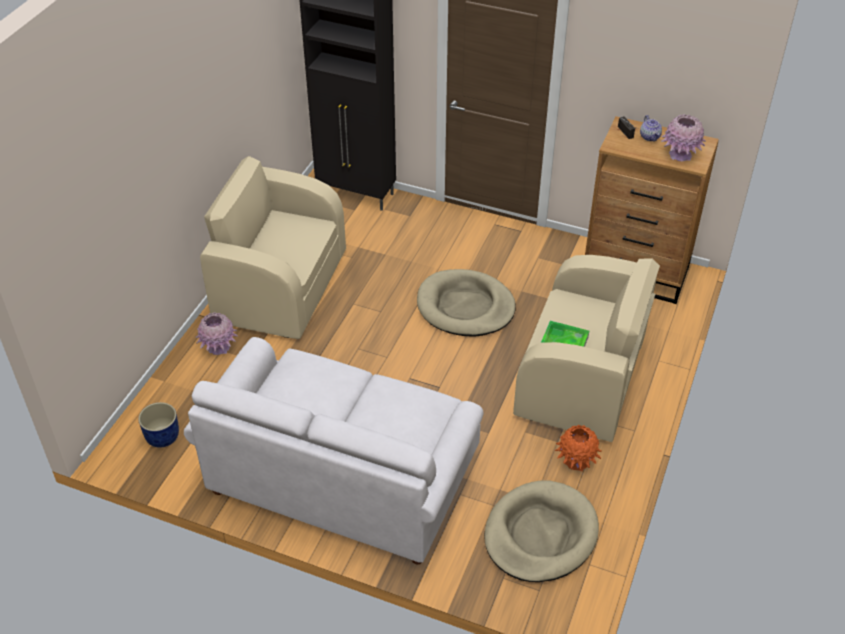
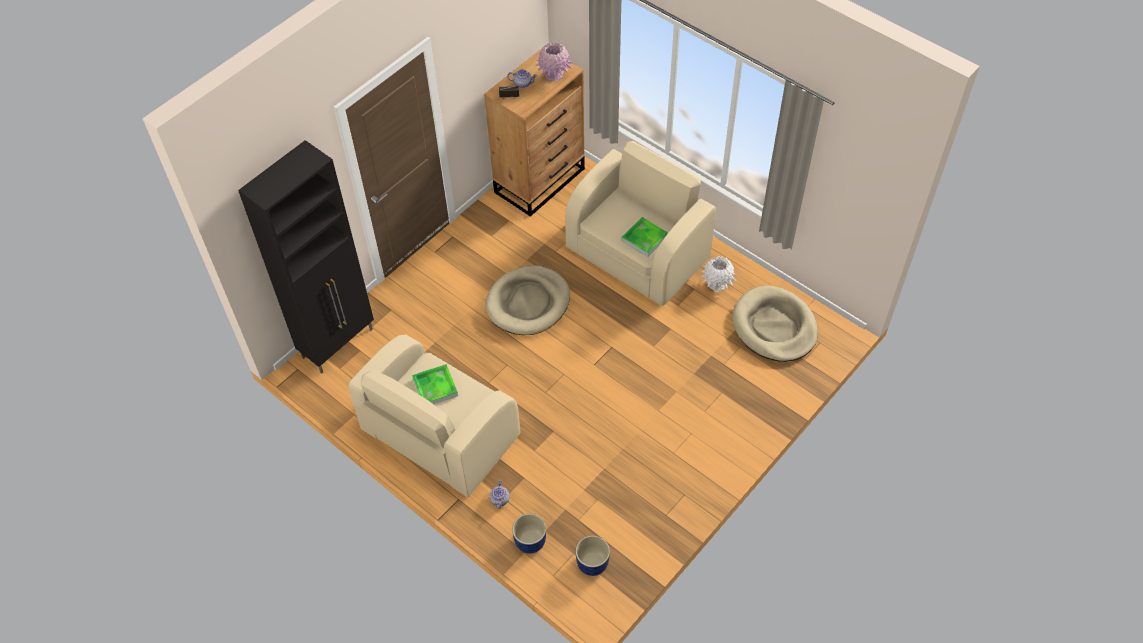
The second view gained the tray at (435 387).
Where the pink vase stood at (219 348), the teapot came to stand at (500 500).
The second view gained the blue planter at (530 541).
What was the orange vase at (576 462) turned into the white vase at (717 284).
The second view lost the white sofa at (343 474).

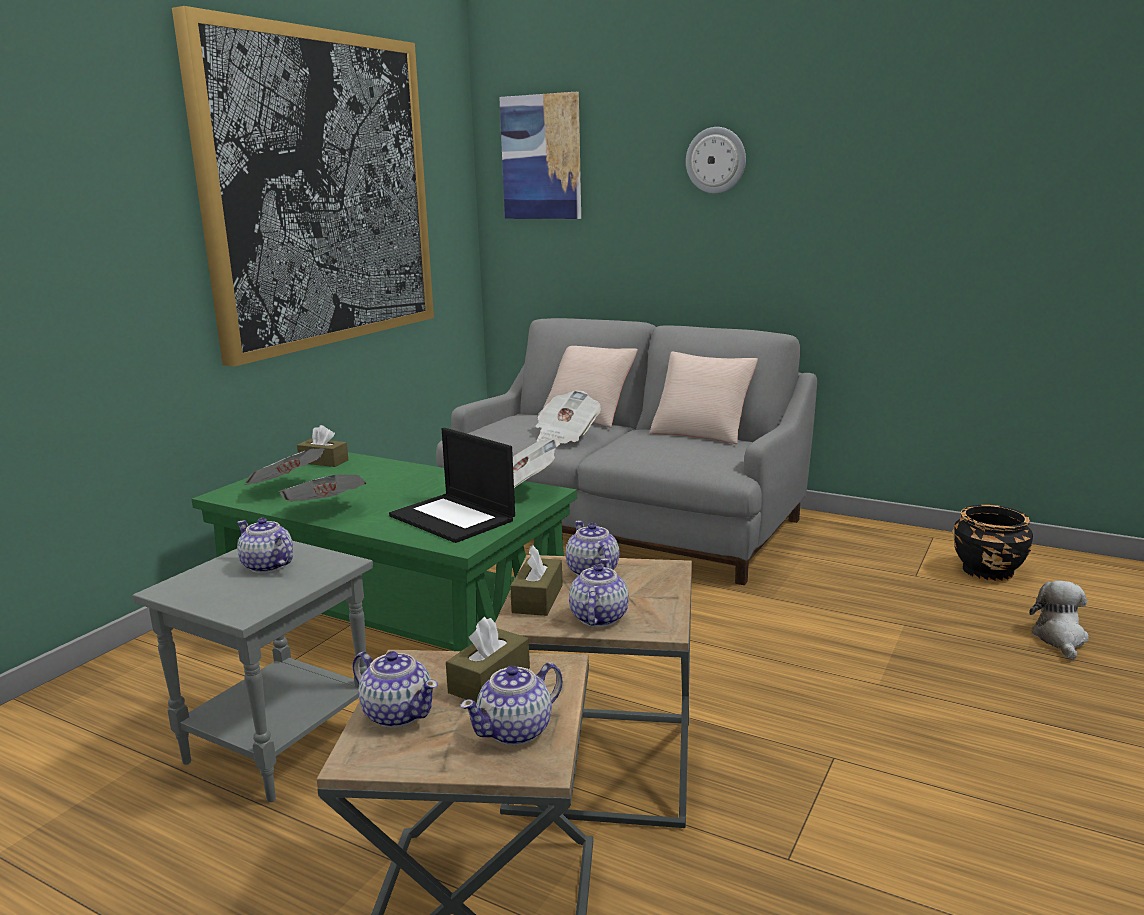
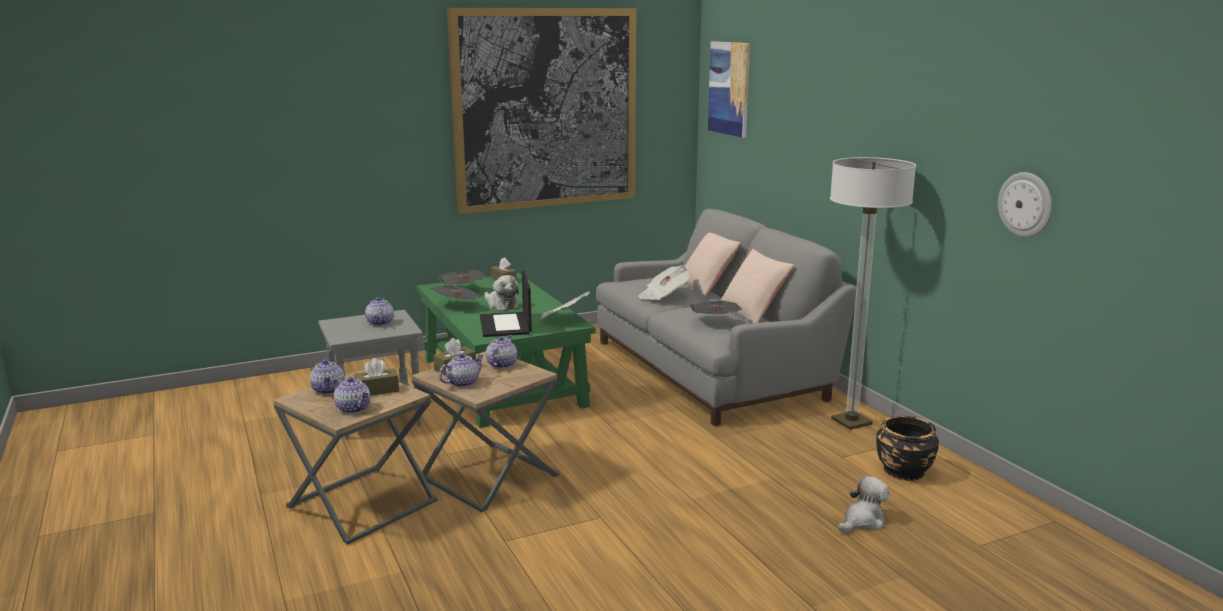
The teapot at (516 731) ended up facing another way, 135 degrees counterclockwise from before.
The second view gained the plush toy at (501 305).
The second view gained the newspaper at (715 322).
The second view gained the floor lamp at (851 422).
The wall clock ended up elsewhere, having gone from (716 160) to (1026 204).

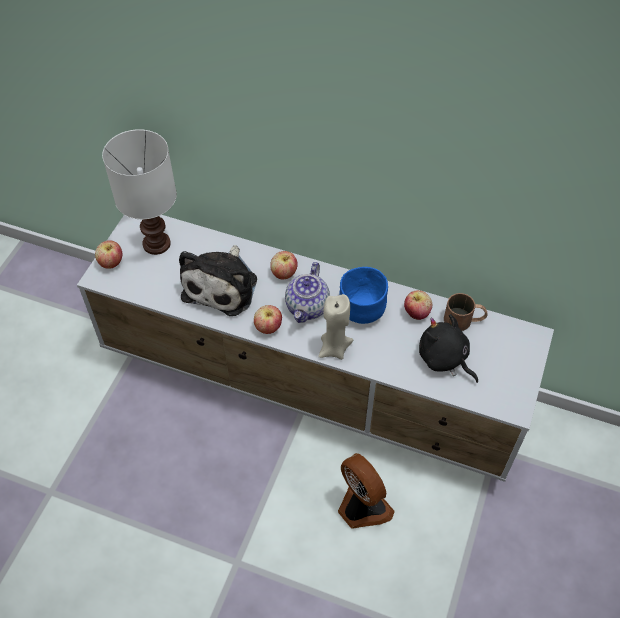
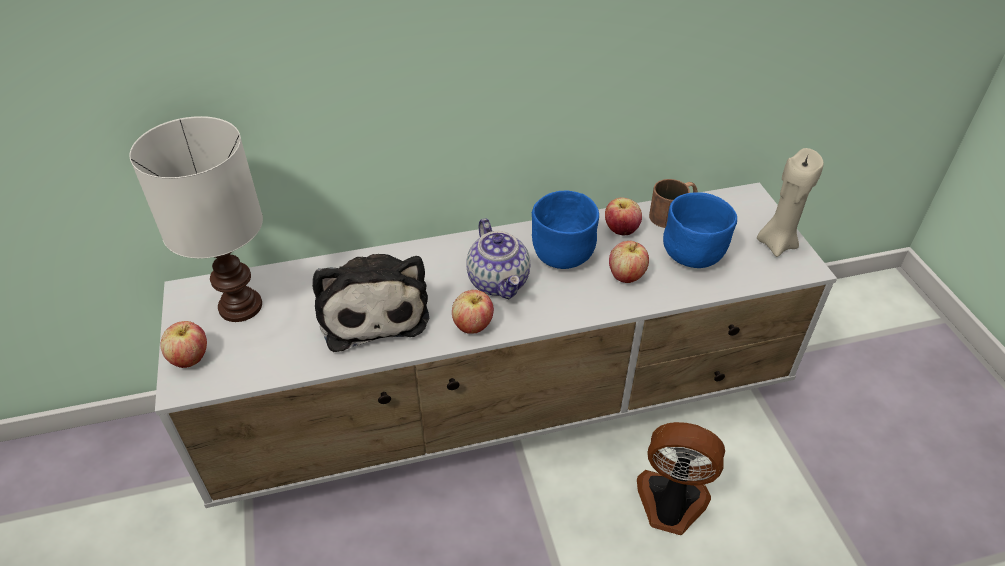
The apple ended up elsewhere, having gone from (284 274) to (626 276).
Where the black plush toy stood at (444 359), the blue bowl came to stand at (693 258).
The beige candle ended up elsewhere, having gone from (334 348) to (776 243).

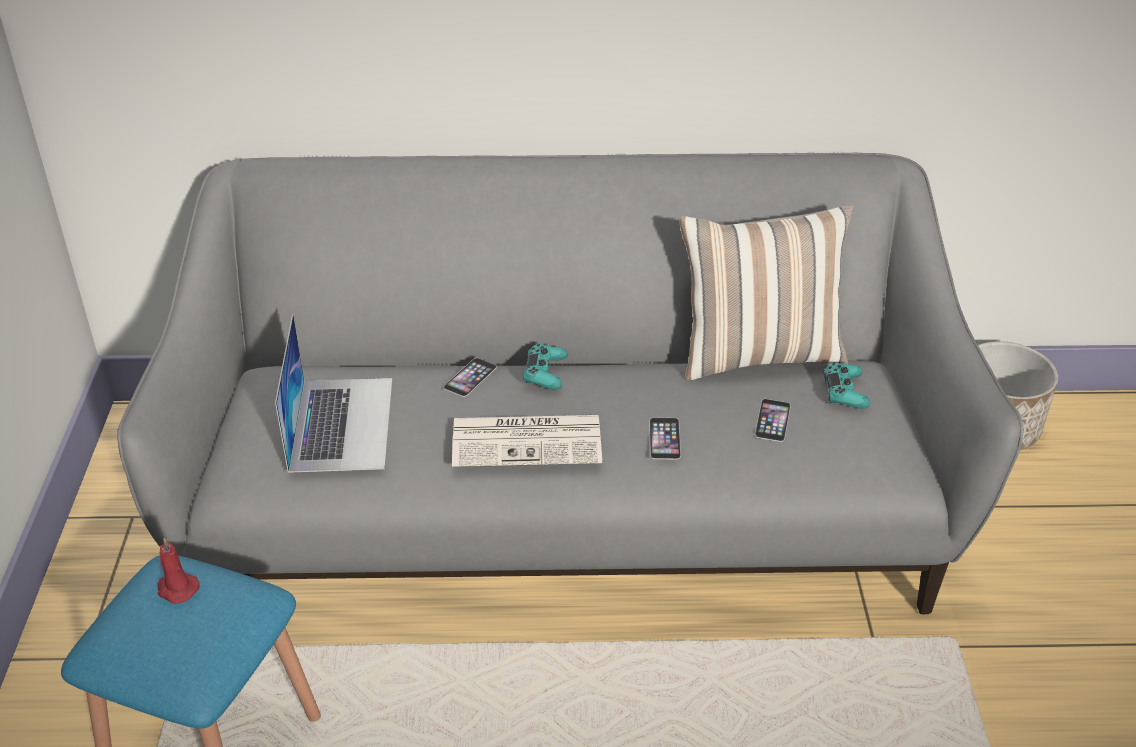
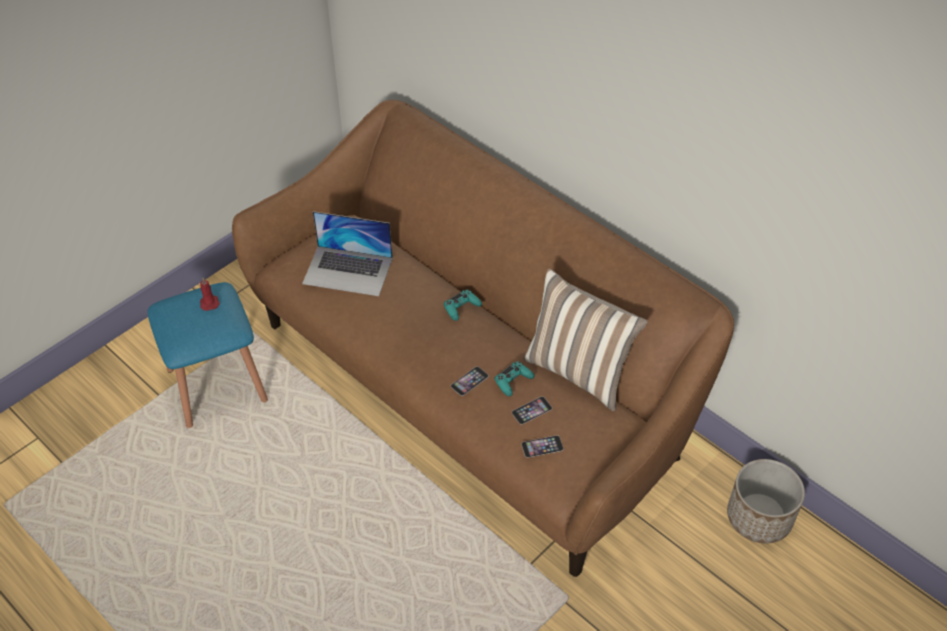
What was the grey sofa at (568 510) turned into the brown sofa at (473 388).
The laptop at (341 423) ended up facing another way, 60 degrees clockwise from before.
The turquoise game controller ended up elsewhere, having gone from (845 392) to (513 381).
The phone ended up elsewhere, having gone from (470 377) to (542 446).
The second view lost the newspaper at (529 441).

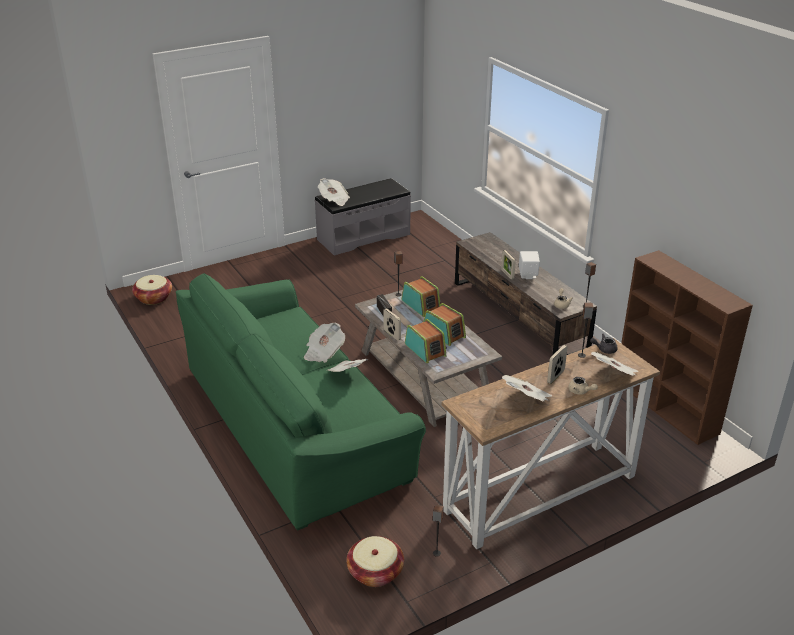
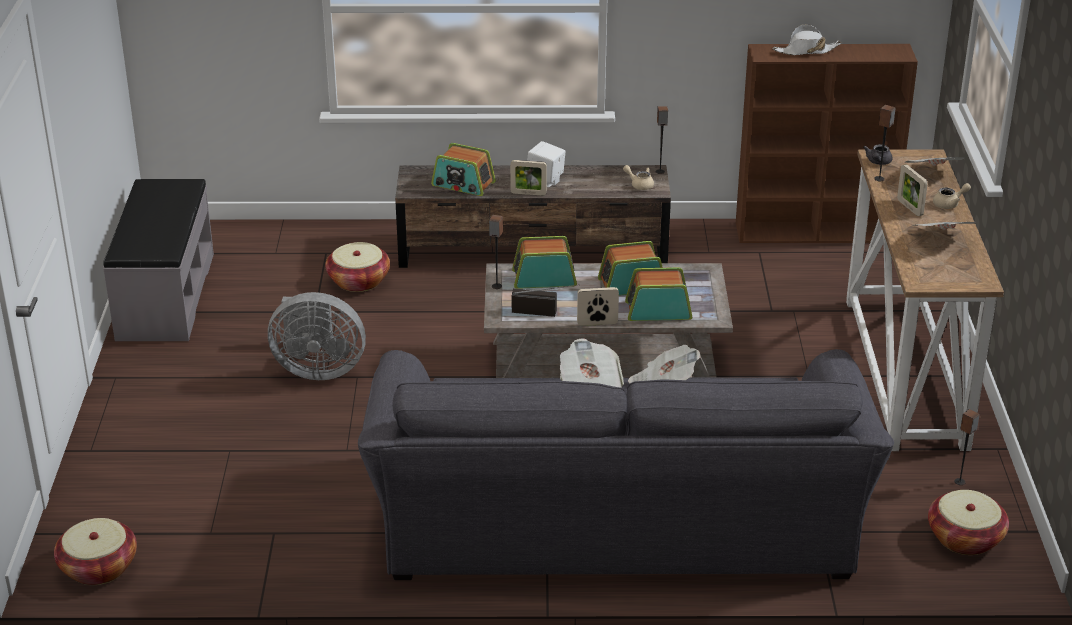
The second view gained the grey fan at (318 369).
The second view gained the basket at (359 281).
What was the green sofa at (295 424) turned into the grey sofa at (617 514).
The second view gained the radio at (463 184).
The second view gained the white hat at (806 51).
The second view lost the newspaper at (334 200).

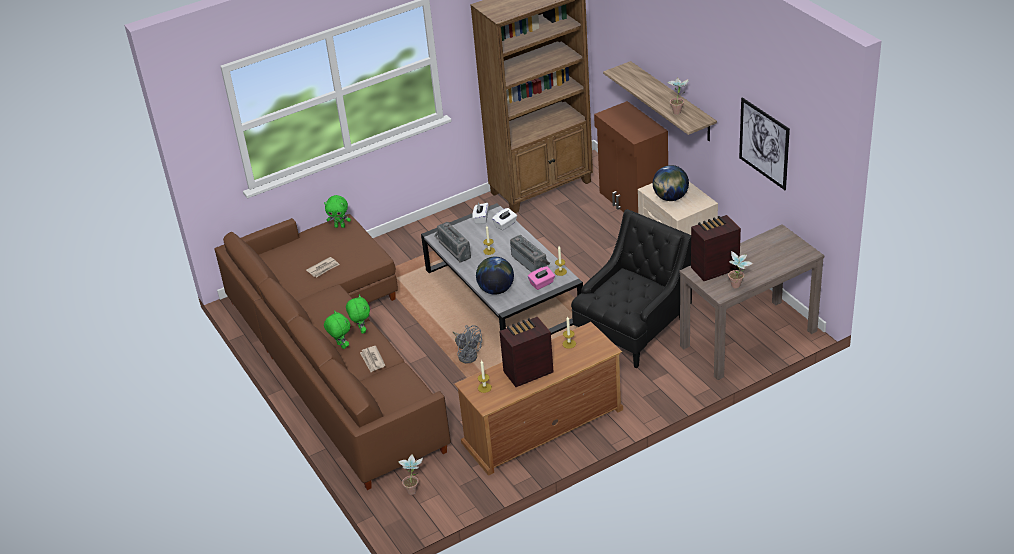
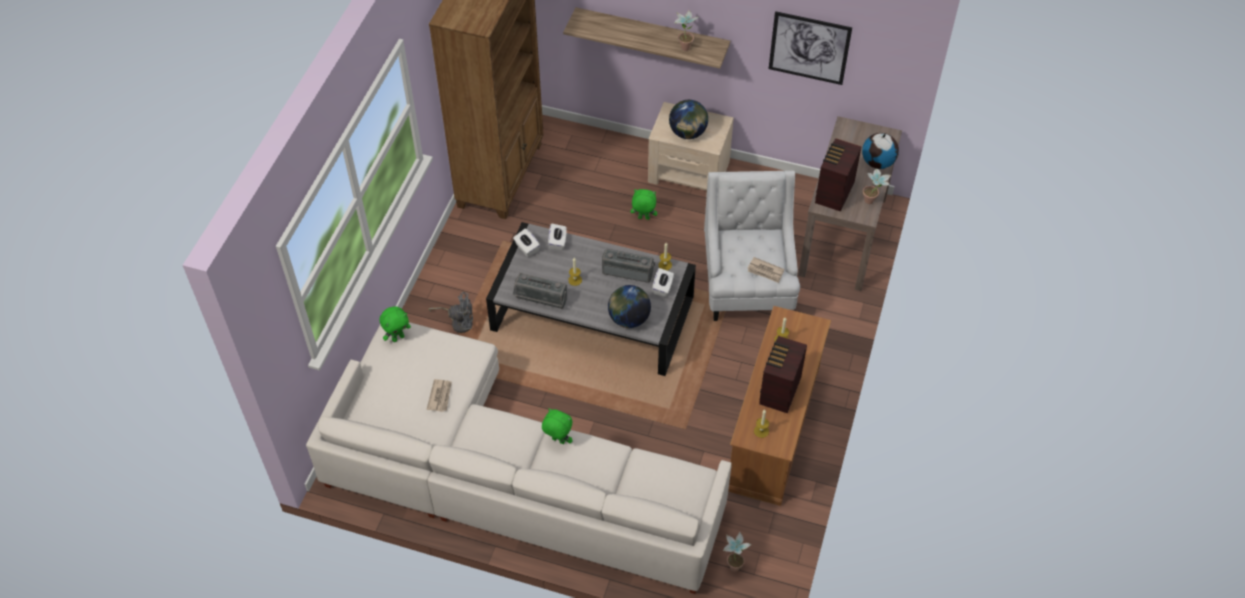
What was the brown sofa at (335 355) turned into the white sofa at (506 477).
The grey fan ended up elsewhere, having gone from (467 354) to (459 322).
The green plush toy ended up elsewhere, having gone from (340 346) to (643 218).
What was the pink tissue box at (542 284) turned into the white tissue box at (663 288).
What was the black armchair at (632 333) turned into the white armchair at (747 286).
The newspaper ended up elsewhere, having gone from (372 360) to (765 271).
The second view gained the globe at (878 162).
The second view lost the brown cabinet at (632 202).

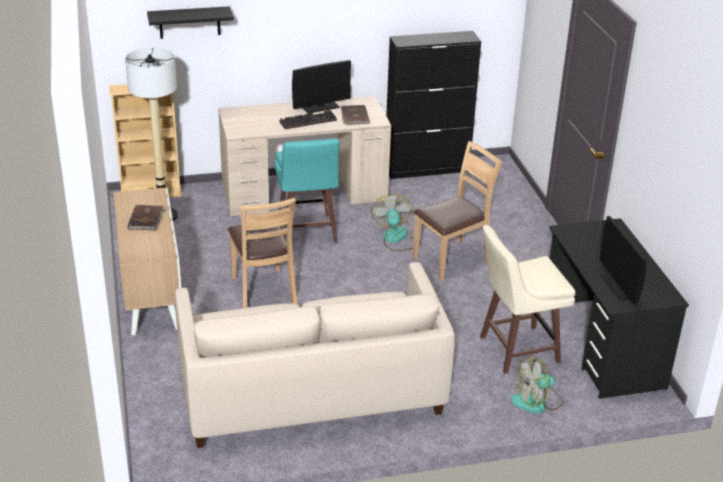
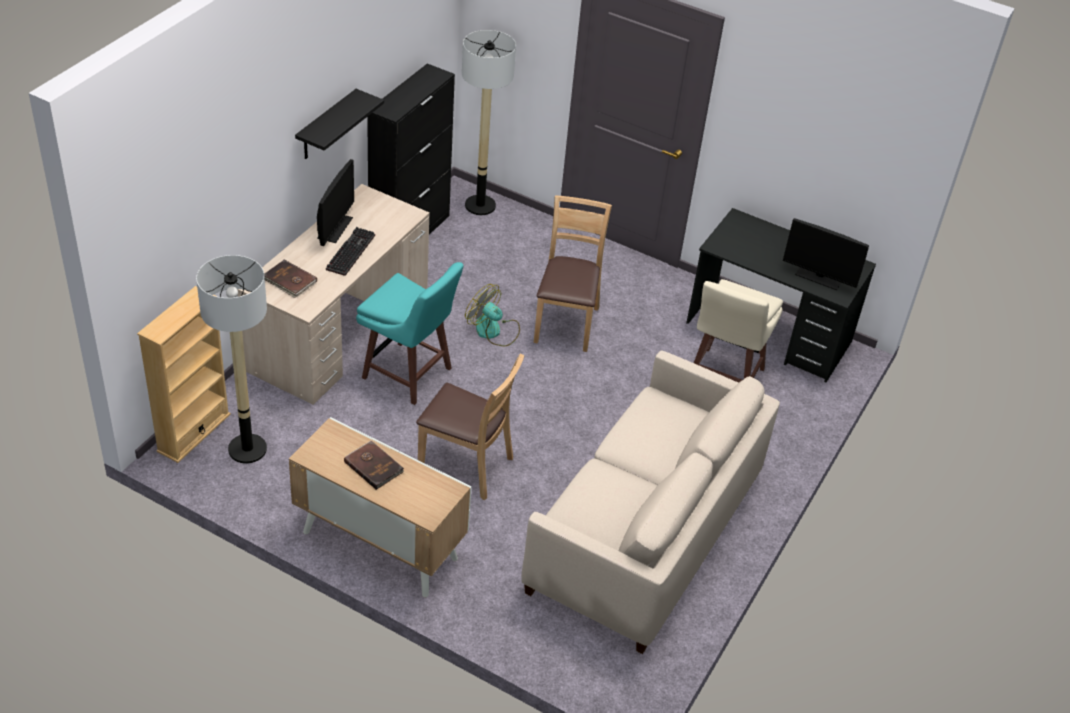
The brown book ended up elsewhere, having gone from (354 117) to (289 281).
The black shelf ended up elsewhere, having gone from (189 22) to (326 126).
The second view gained the floor lamp at (480 206).
The second view lost the fan at (537 402).

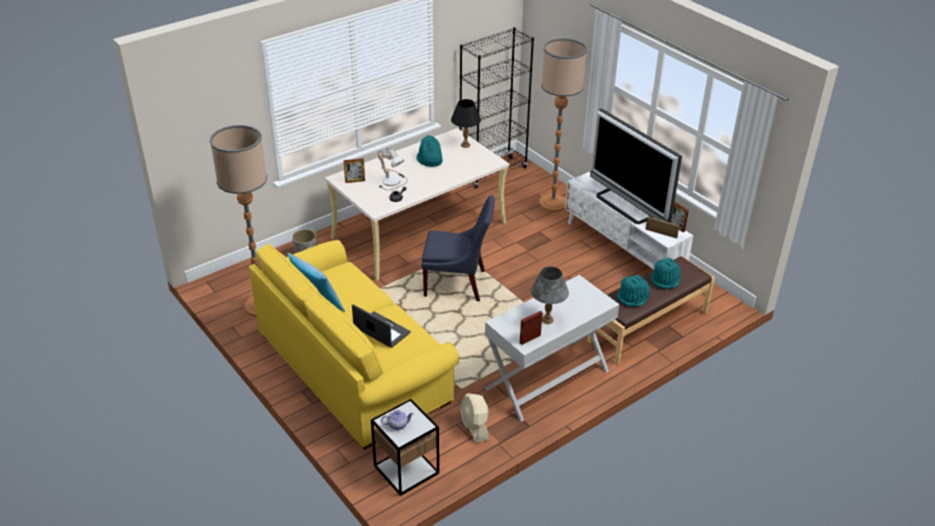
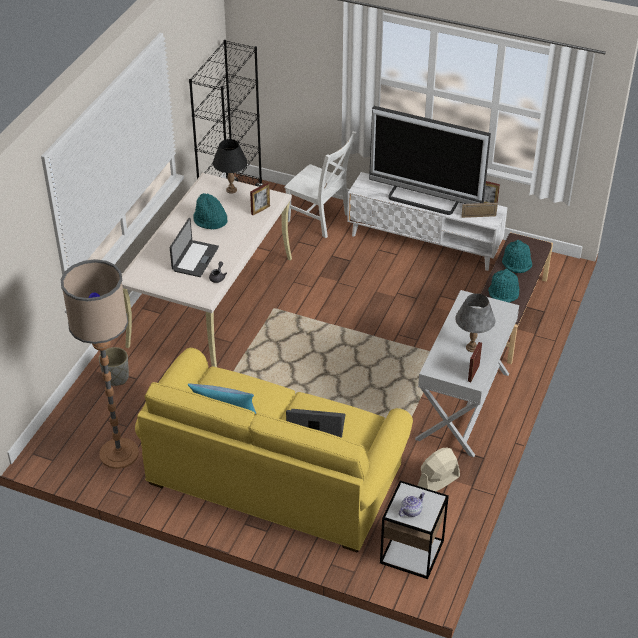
Where the table lamp stood at (393 181), the laptop came to stand at (194 259).
The picture frame ended up elsewhere, having gone from (355 181) to (260 210).
Where the floor lamp stood at (553 203), the white chair came to stand at (320 219).
The beige fan at (474 427) ended up facing another way, 105 degrees clockwise from before.
The second view lost the blue chair at (458 284).

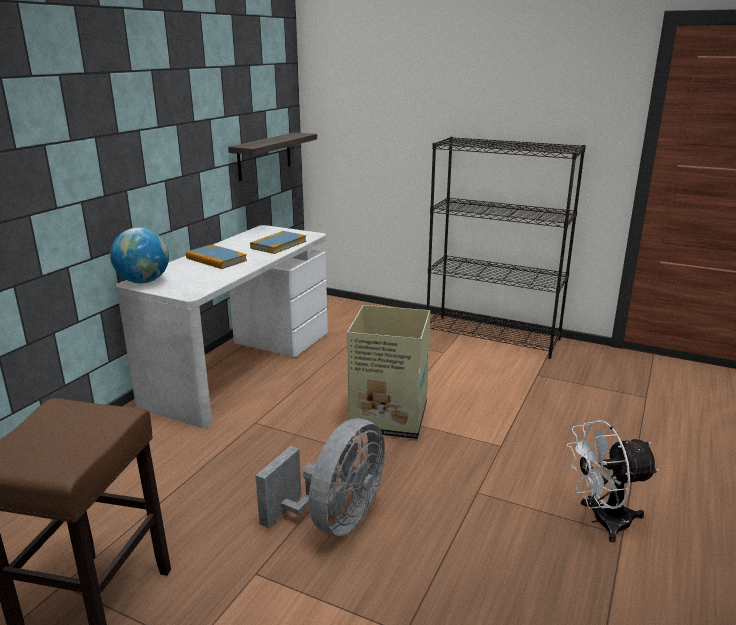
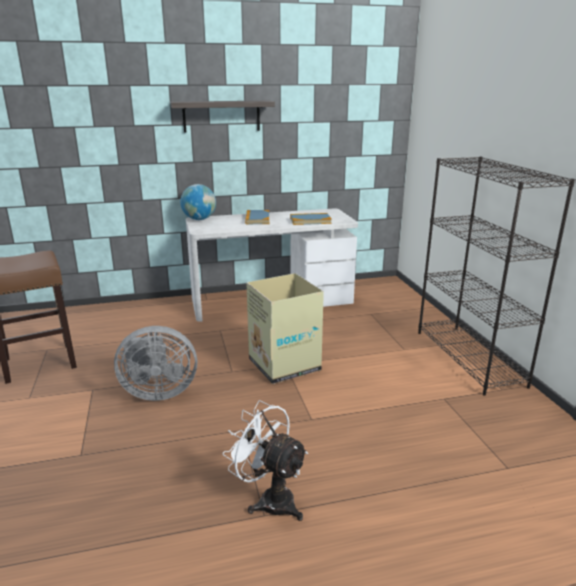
The shelf ended up elsewhere, having gone from (264 156) to (221 116).

